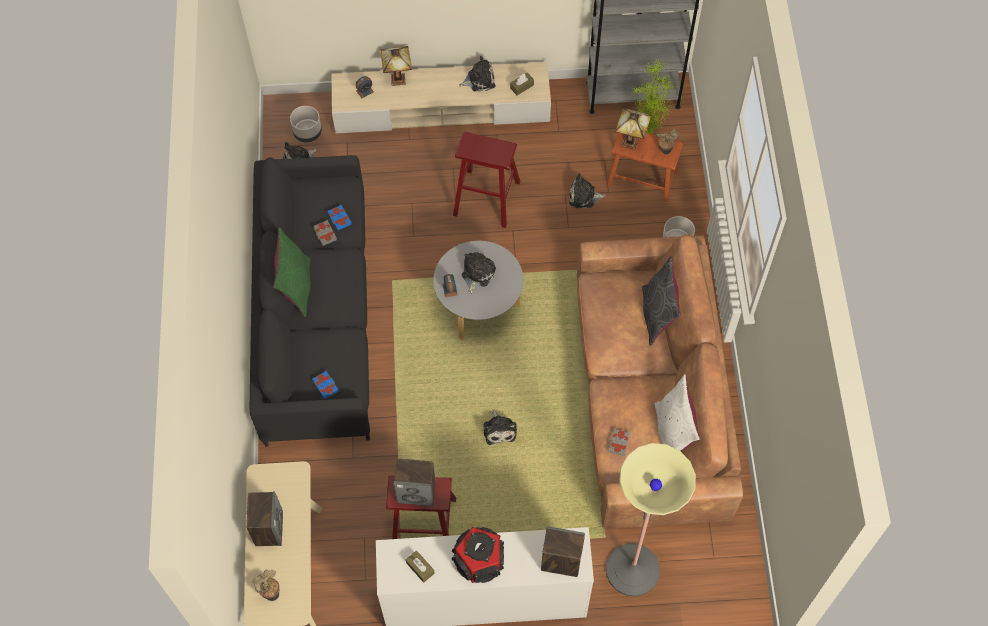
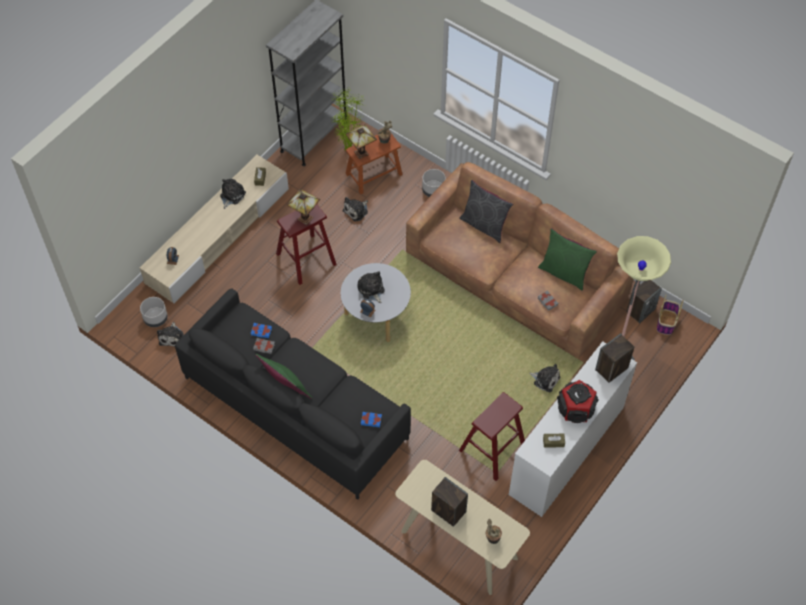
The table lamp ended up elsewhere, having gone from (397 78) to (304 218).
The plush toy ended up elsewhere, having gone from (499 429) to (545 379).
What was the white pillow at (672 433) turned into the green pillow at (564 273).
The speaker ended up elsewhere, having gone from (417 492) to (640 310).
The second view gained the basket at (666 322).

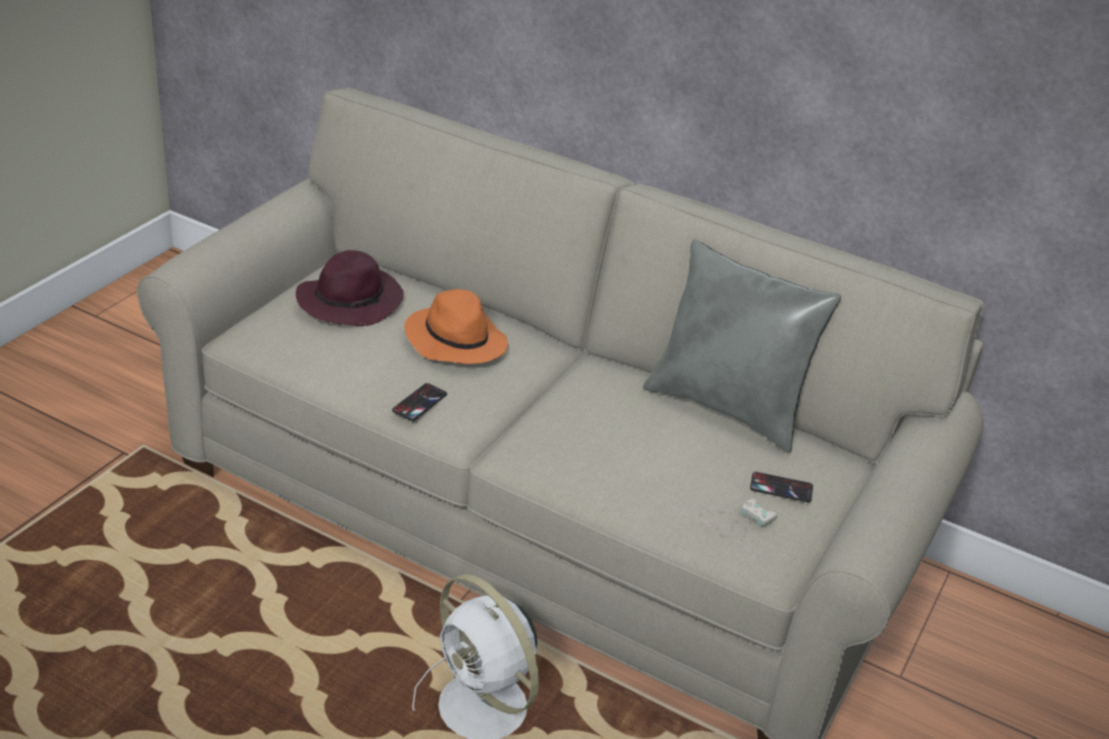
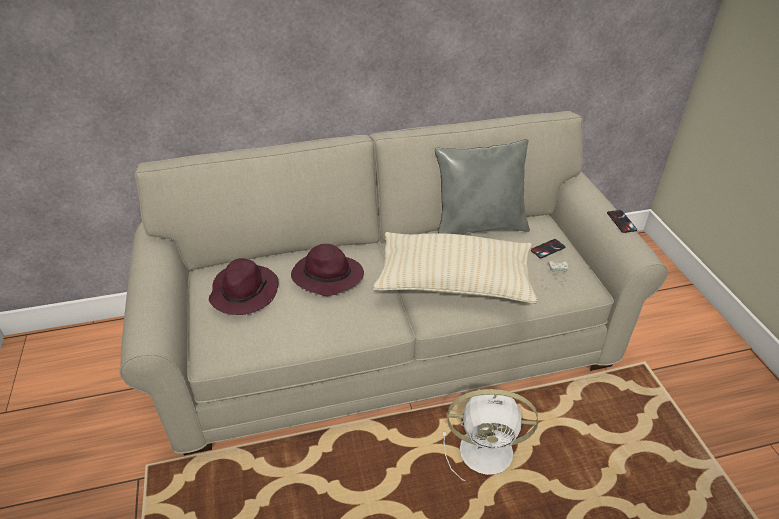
What was the orange hat at (455 340) turned into the purple hat at (326 277).
The second view gained the beige pillow at (454 283).
The phone ended up elsewhere, having gone from (419 402) to (621 221).

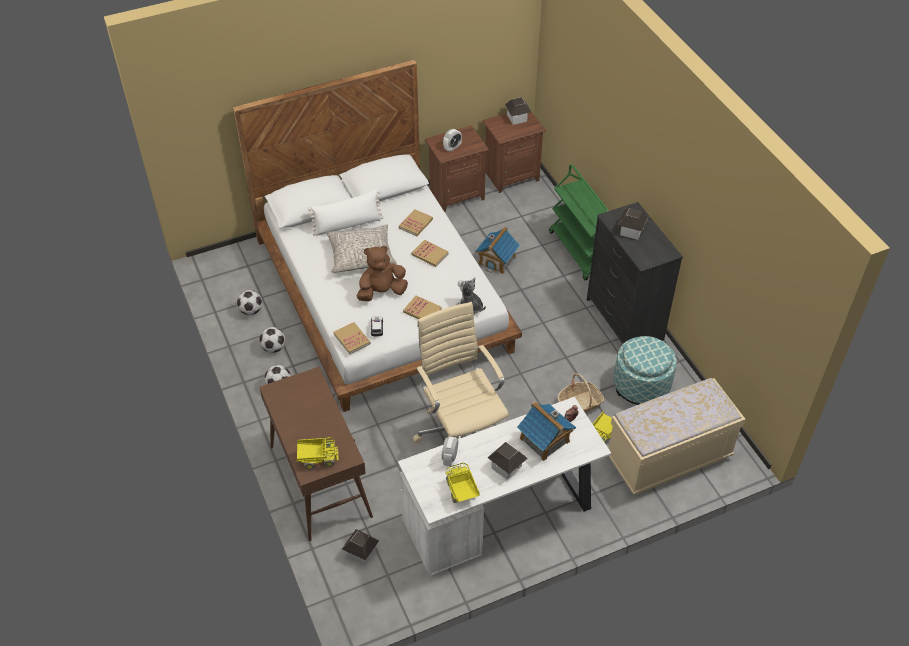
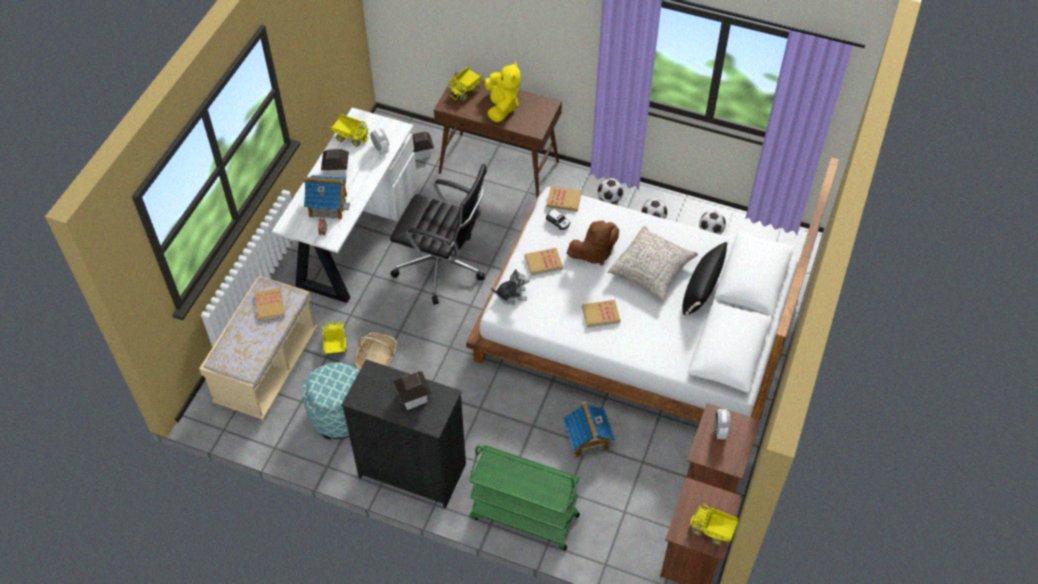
The book ended up elsewhere, having gone from (416 224) to (269 305).
What was the beige office chair at (461 433) turned into the black office chair at (442 267).
The second view gained the yellow plush toy at (501 107).
The brown plush toy at (382 292) ended up facing another way, 45 degrees clockwise from before.
What was the white pillow at (348 225) turned into the black pillow at (701 288).
Where the toy house stood at (517 118), the toy truck came to stand at (712 530).

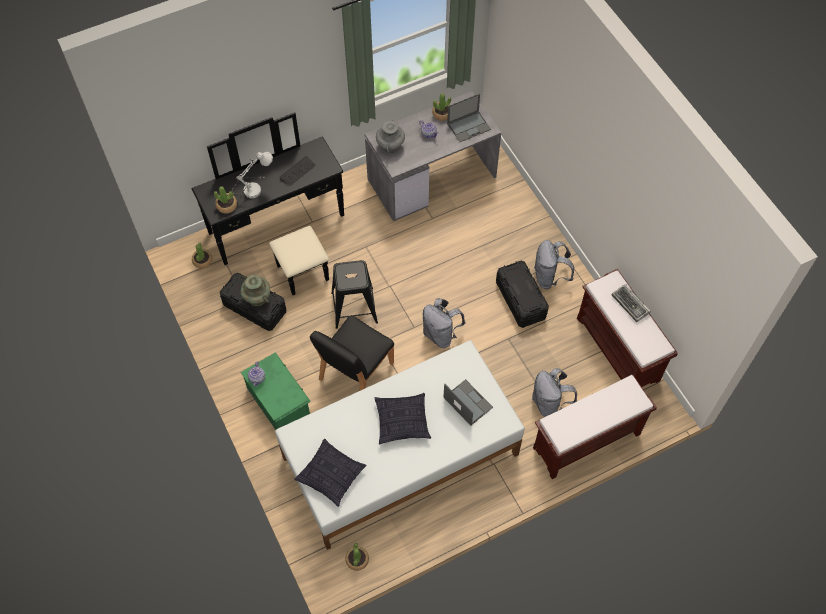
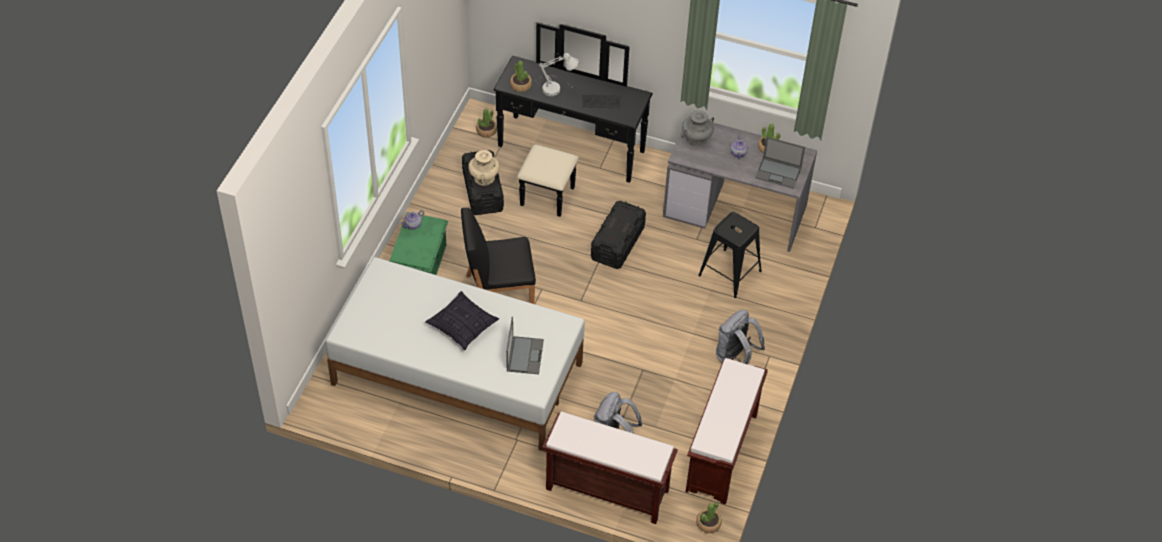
What was the turquoise vase at (257 297) turned into the beige vase at (484 178).
The black storage box ended up elsewhere, having gone from (520 300) to (617 243).
The potted plant ended up elsewhere, having gone from (357 560) to (708 523).
The black stool ended up elsewhere, having gone from (354 307) to (730 273).
The second view lost the pillow at (331 475).
The second view lost the grey backpack at (441 334).
The second view lost the keyboard at (631 304).

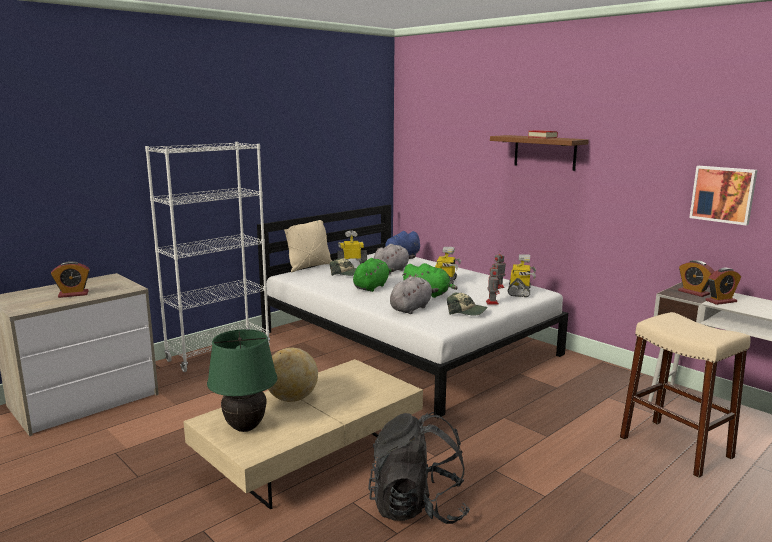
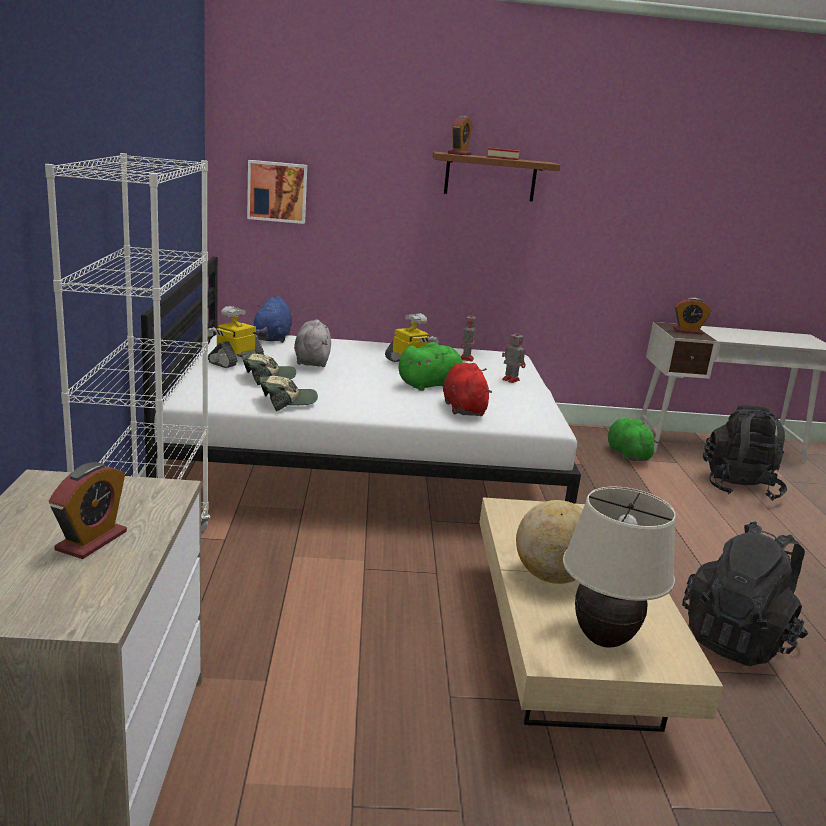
The picture ended up elsewhere, having gone from (723 194) to (277 191).
The cap ended up elsewhere, having gone from (466 312) to (287 401).
What was the grey plush toy at (411 308) turned into the red plush toy at (463 408).
The alarm clock ended up elsewhere, having gone from (721 301) to (459 154).
What was the green table lamp at (245 428) turned into the beige table lamp at (603 639).
The green plush toy ended up elsewhere, having gone from (371 287) to (626 454).
Where the beige stool stood at (675 447), the black backpack came to stand at (739 487).
The second view lost the beige pillow at (309 267).
The second view lost the toy robot at (520 292).

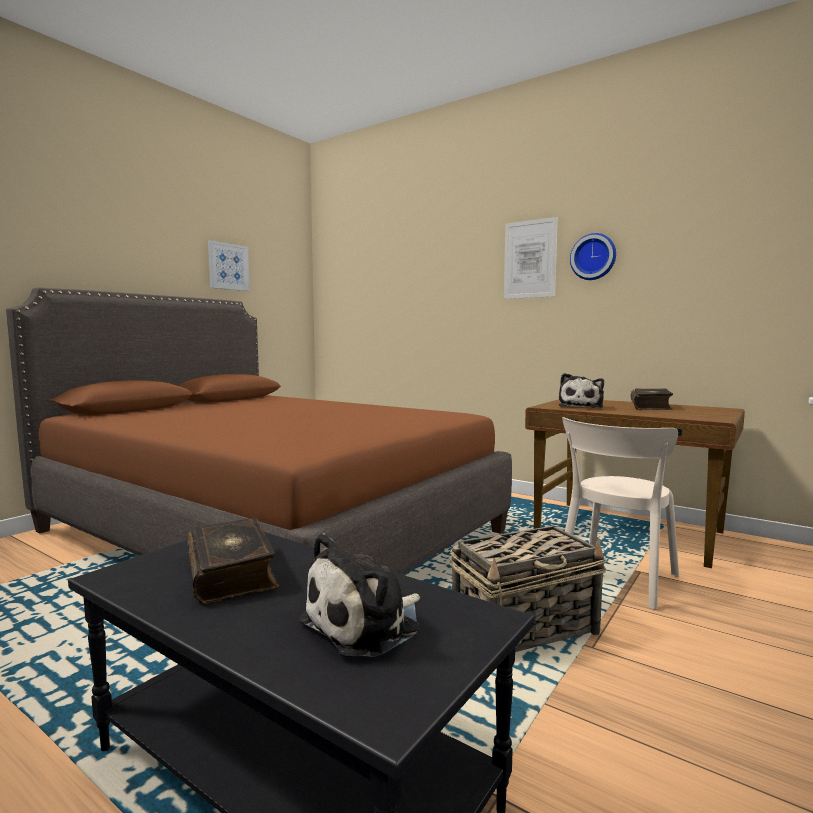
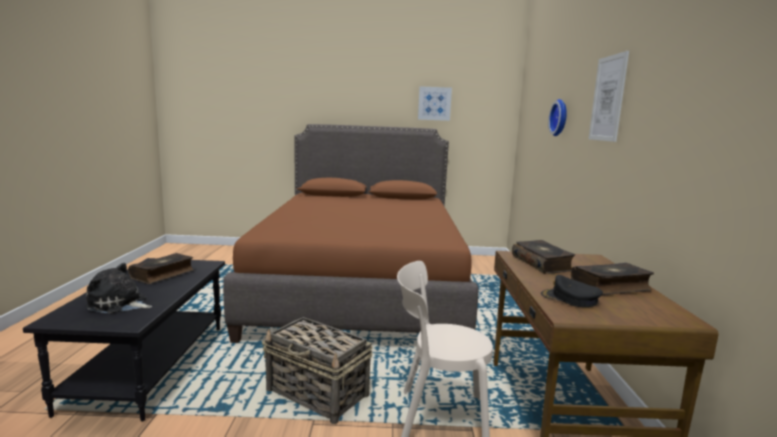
Where the plush toy stood at (581 406), the book came to stand at (542 264).
The second view gained the black cap at (570 299).
The wall clock ended up elsewhere, having gone from (593 257) to (560 117).

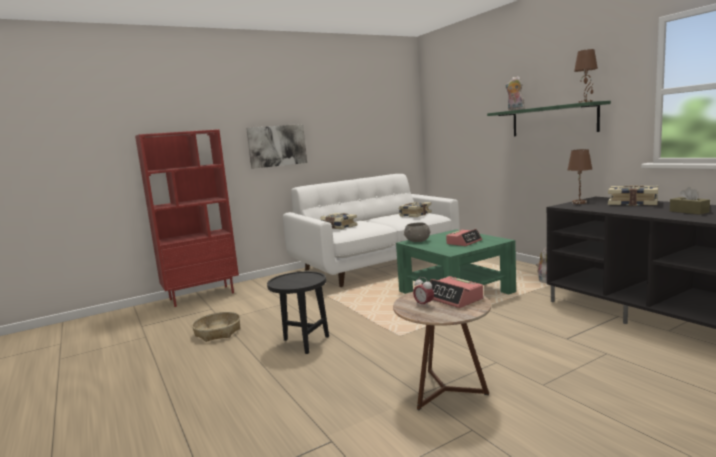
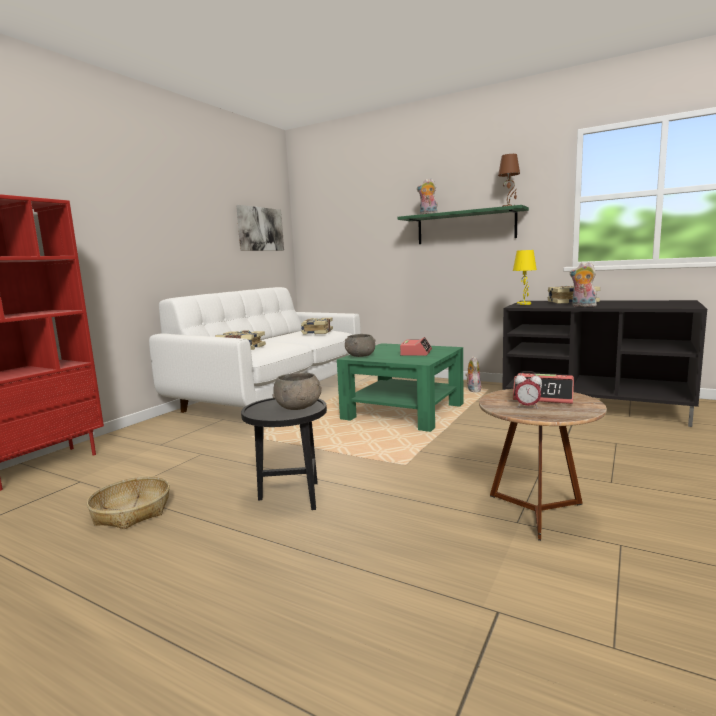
The picture ended up elsewhere, having gone from (277 146) to (260 229).
The second view gained the grey bowl at (299 407).
What was the brown table lamp at (579 202) turned into the yellow table lamp at (524 304).
The second view gained the plush toy at (582 306).
The second view lost the brown tissue box at (689 211).

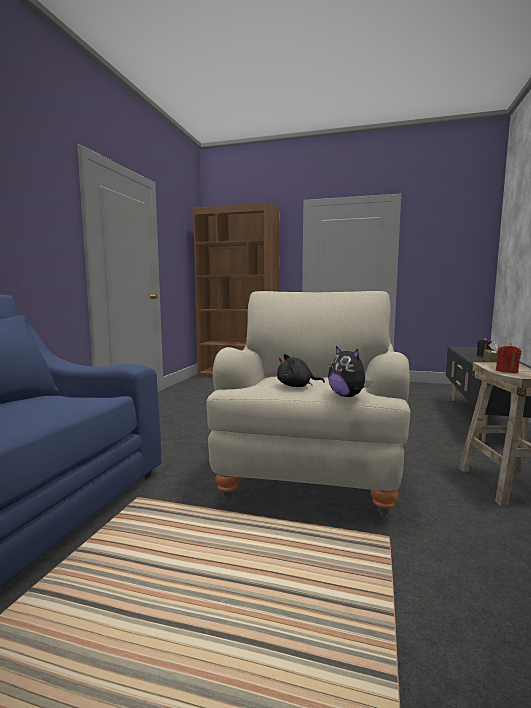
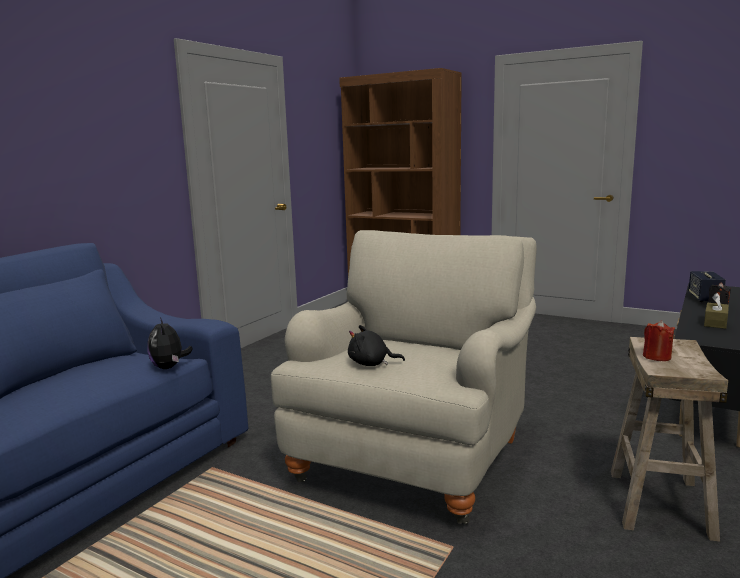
The plush toy ended up elsewhere, having gone from (347 396) to (169 367).
The second view gained the speaker at (705 298).

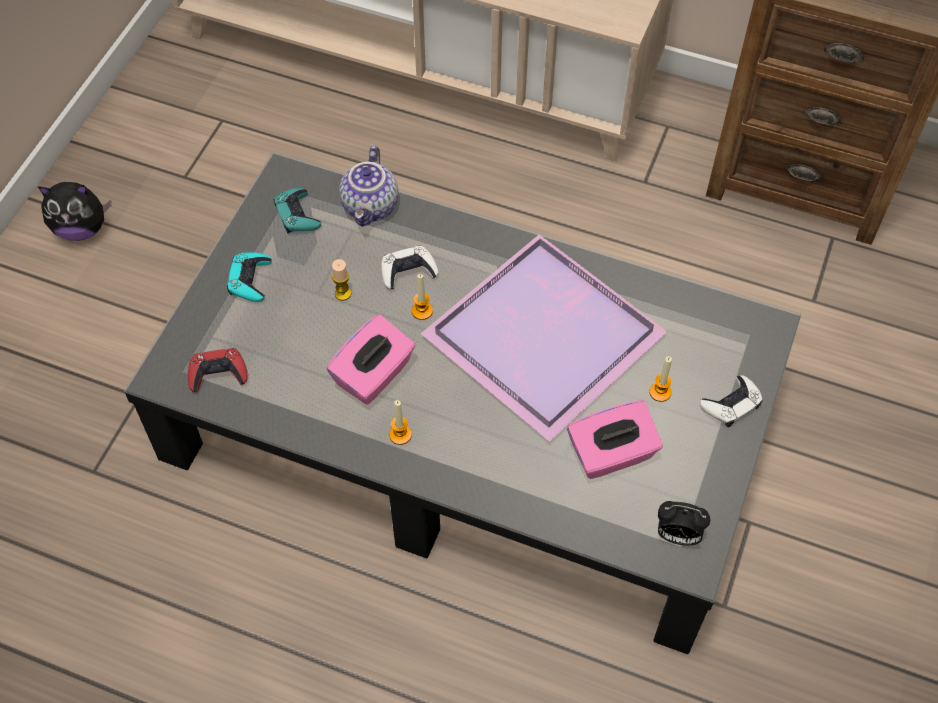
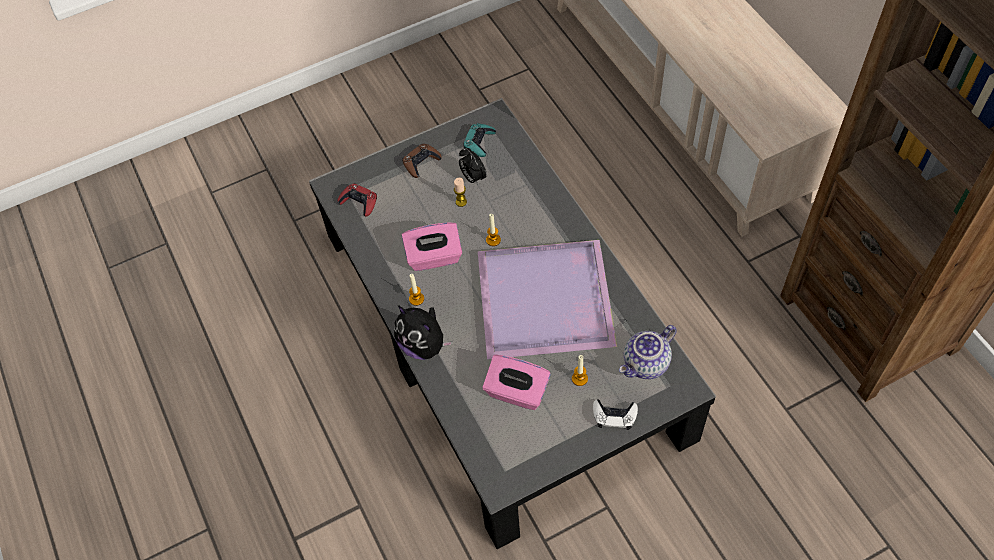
The plush toy ended up elsewhere, having gone from (81 229) to (424 345).
What was the turquoise game controller at (250 280) turned into the brown game controller at (421 163).
The alarm clock ended up elsewhere, having gone from (677 535) to (473 177).
The teapot ended up elsewhere, having gone from (371 207) to (646 364).
The second view lost the white game controller at (408 271).

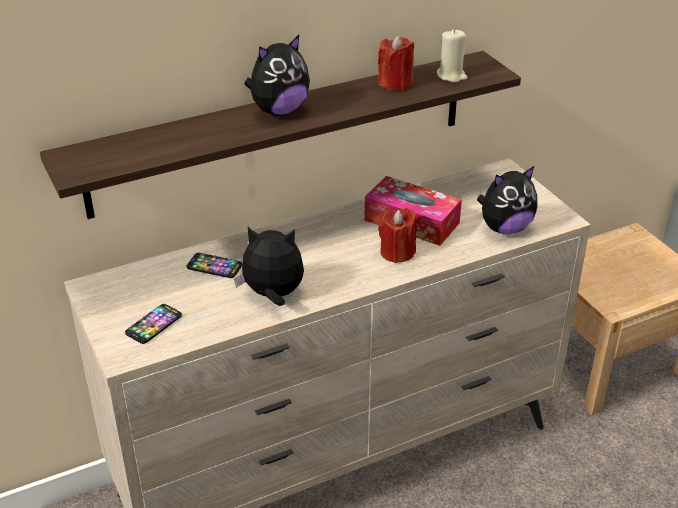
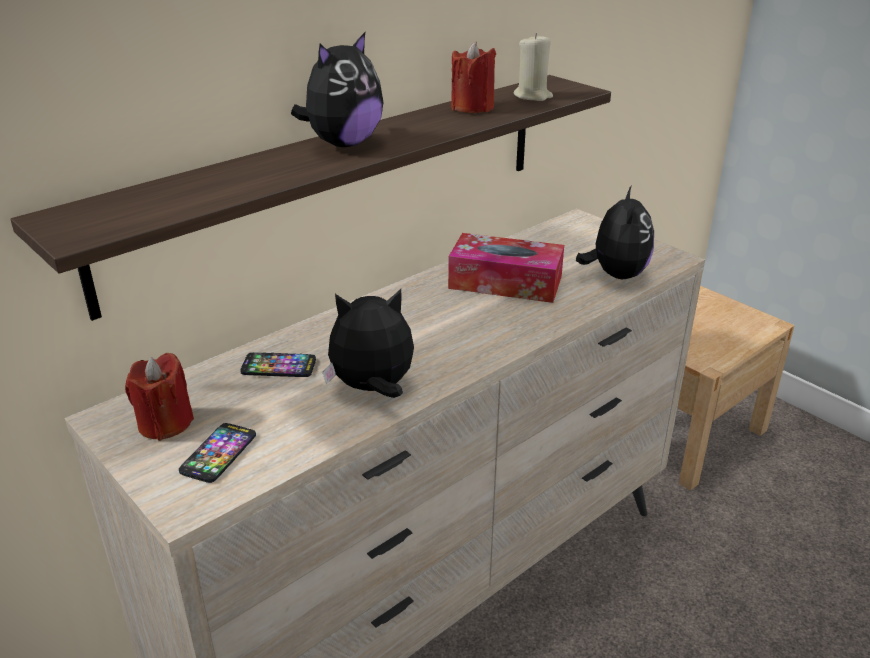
The red candle ended up elsewhere, having gone from (397 252) to (165 423).
The plush toy at (504 228) ended up facing another way, 45 degrees counterclockwise from before.

